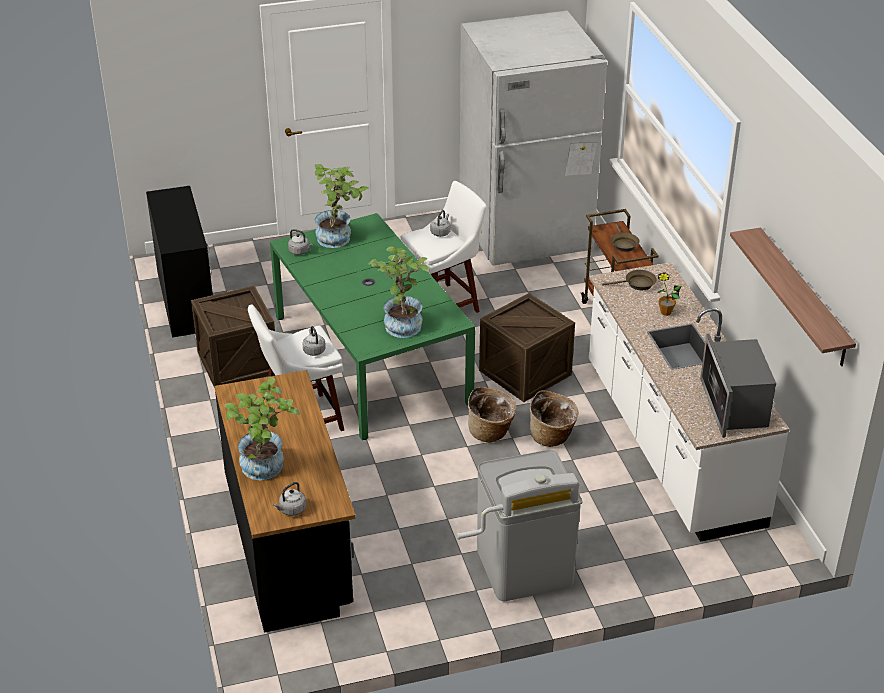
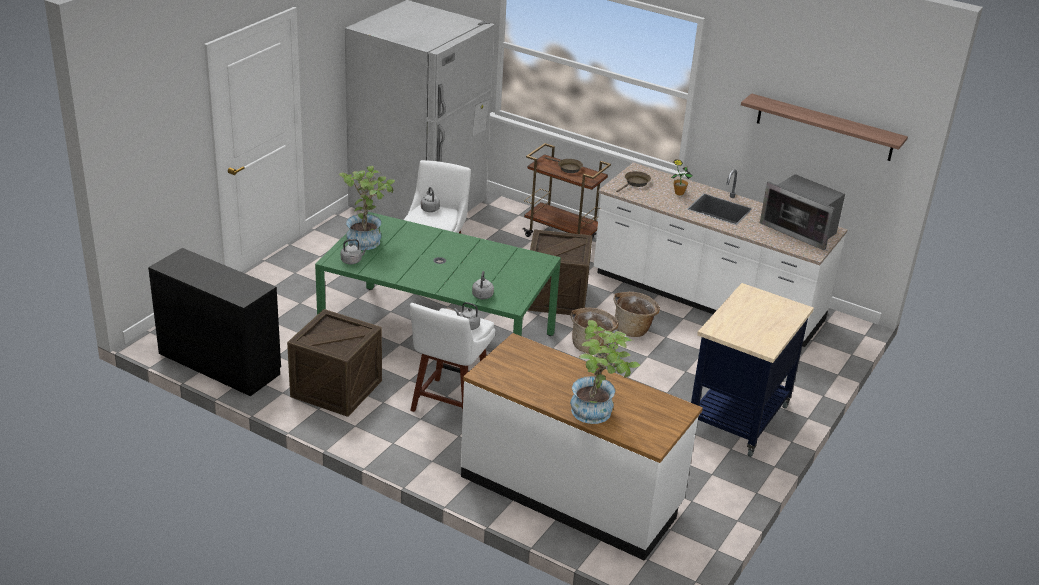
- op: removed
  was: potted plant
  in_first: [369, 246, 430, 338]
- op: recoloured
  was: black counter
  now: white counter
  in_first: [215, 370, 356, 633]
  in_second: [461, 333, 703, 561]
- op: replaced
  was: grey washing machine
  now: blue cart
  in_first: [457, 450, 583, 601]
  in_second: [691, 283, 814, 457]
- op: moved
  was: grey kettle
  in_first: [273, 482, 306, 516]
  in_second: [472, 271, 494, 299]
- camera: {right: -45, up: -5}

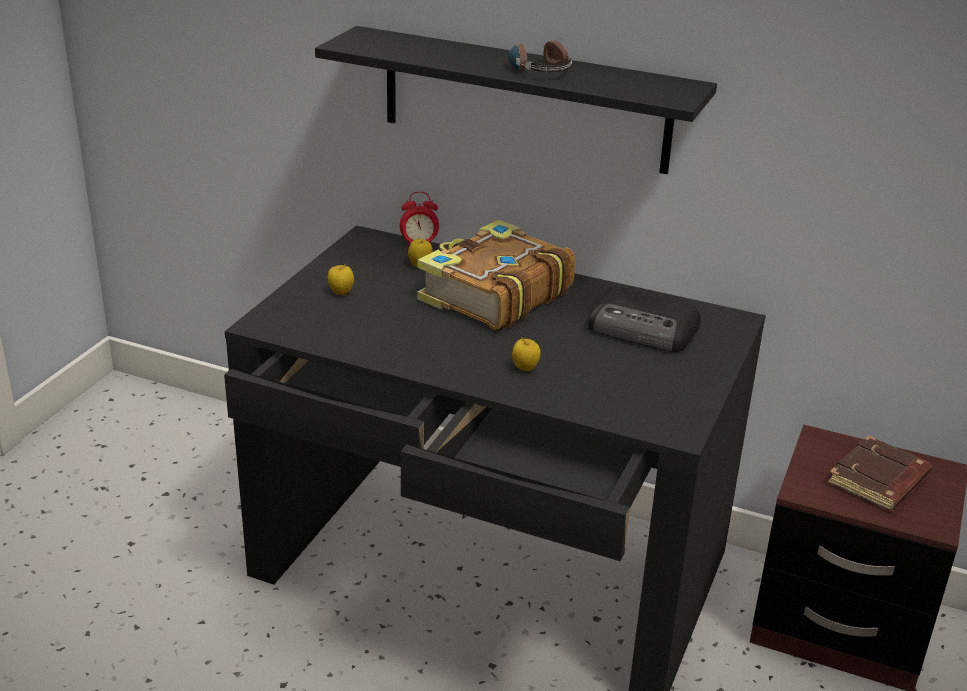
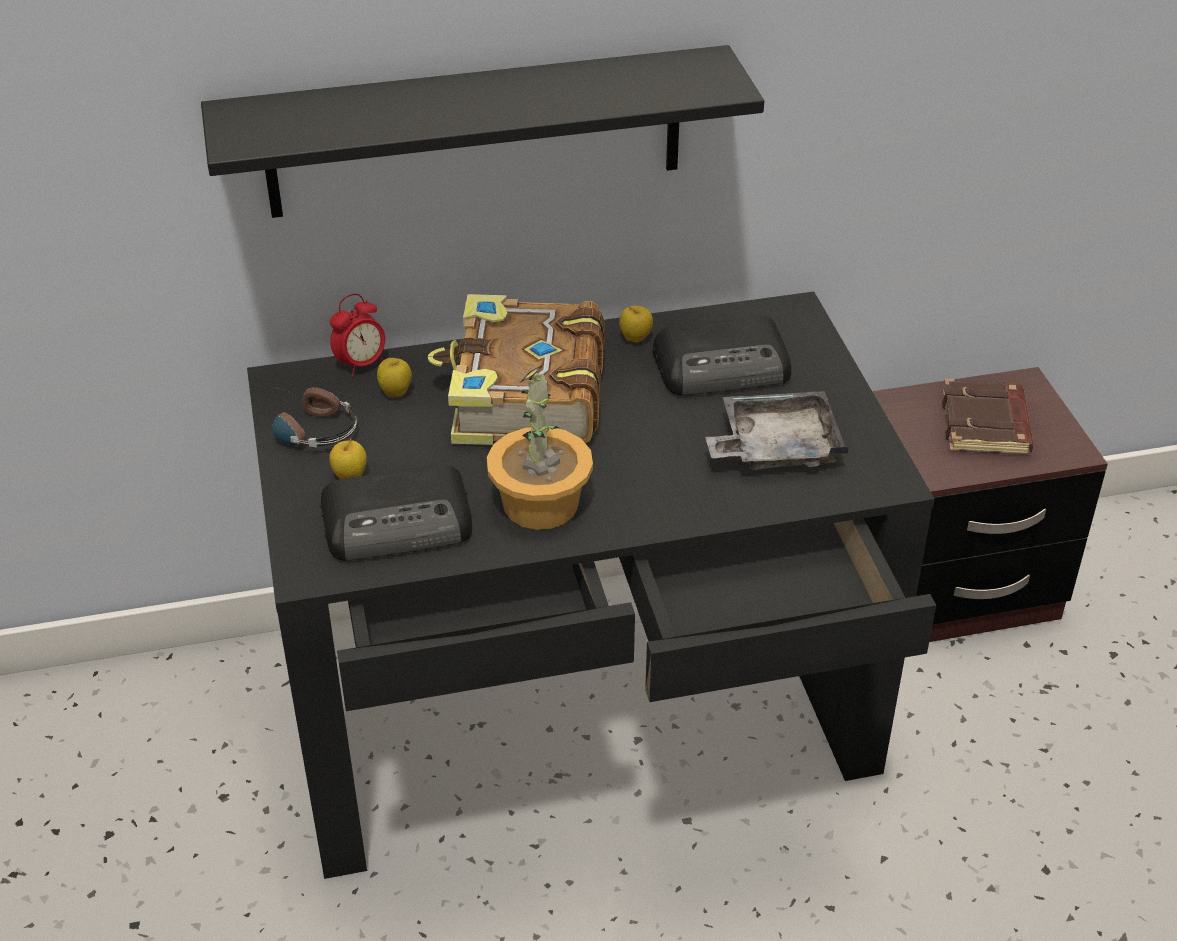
- op: moved
  was: headphones
  in_first: [508, 40, 572, 72]
  in_second: [272, 387, 357, 448]
- op: moved
  was: apple
  in_first: [512, 337, 540, 371]
  in_second: [619, 305, 653, 342]
- op: added
  now: potted plant
  in_second: [487, 364, 593, 530]
- op: added
  now: grey tray
  in_second: [706, 391, 848, 470]
- op: added
  now: radio
  in_second: [320, 465, 472, 561]
- camera: {right: -35, up: 10}

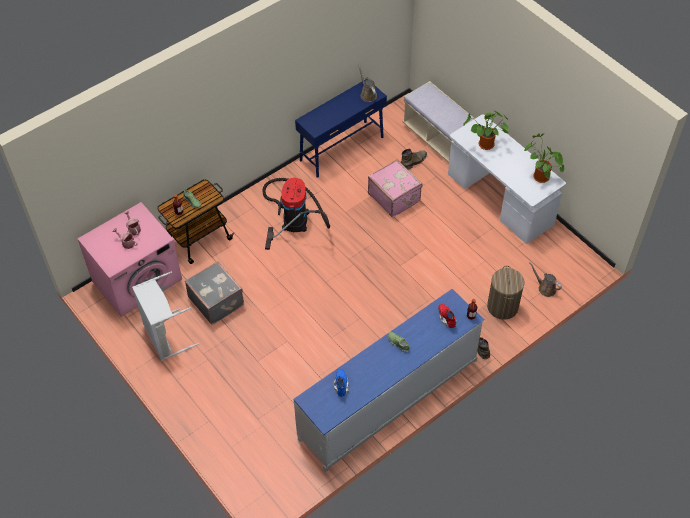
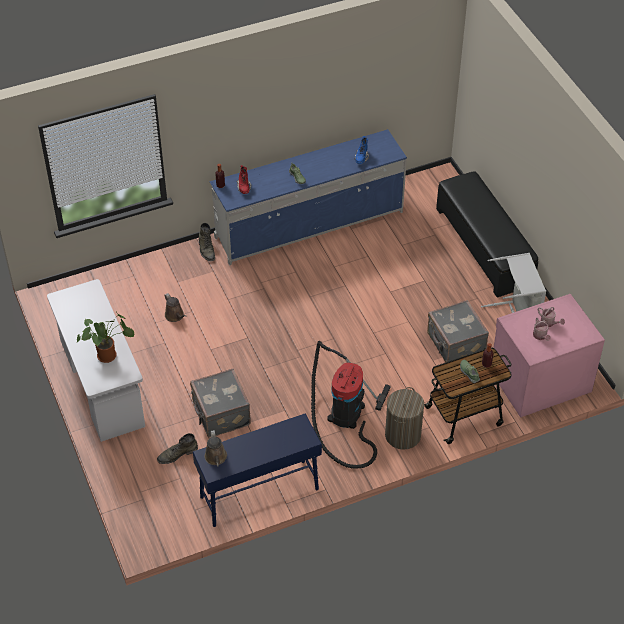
- op: removed
  was: beige bench
  in_first: [403, 81, 475, 163]
- op: removed
  was: potted plant
  in_first: [524, 133, 564, 183]
- op: recoloured
  was: pink suitcase
  now: grey suitcase
  in_first: [368, 159, 423, 217]
  in_second: [190, 369, 251, 437]
- op: moved
  was: brown watering can
  in_first: [530, 263, 562, 297]
  in_second: [164, 293, 187, 322]
- op: moved
  was: laundry basket
  in_first: [487, 266, 525, 320]
  in_second: [385, 387, 424, 450]
- op: added
  now: black bench
  in_second: [436, 172, 538, 297]
- camera: {right: -165, up: -5}

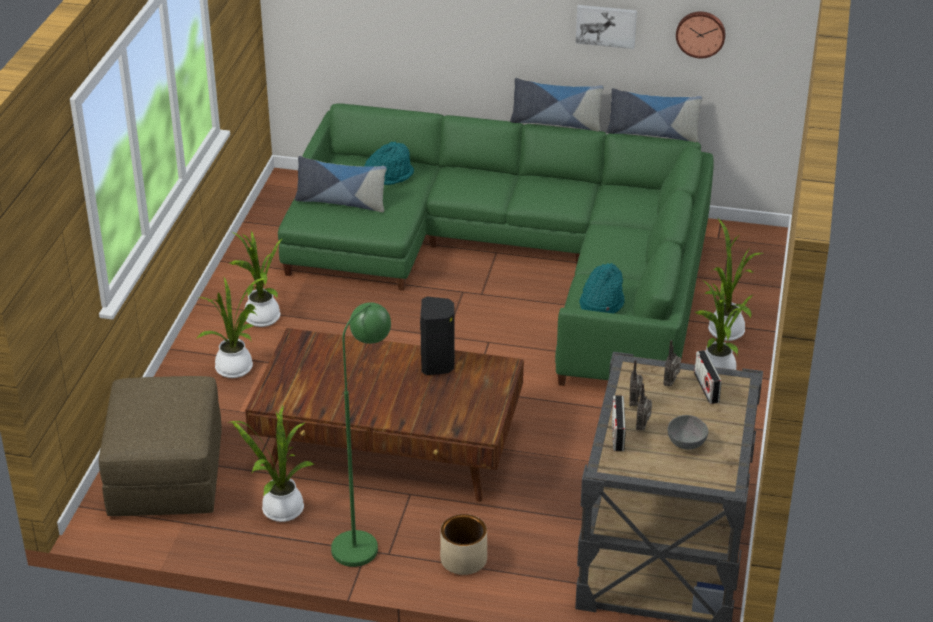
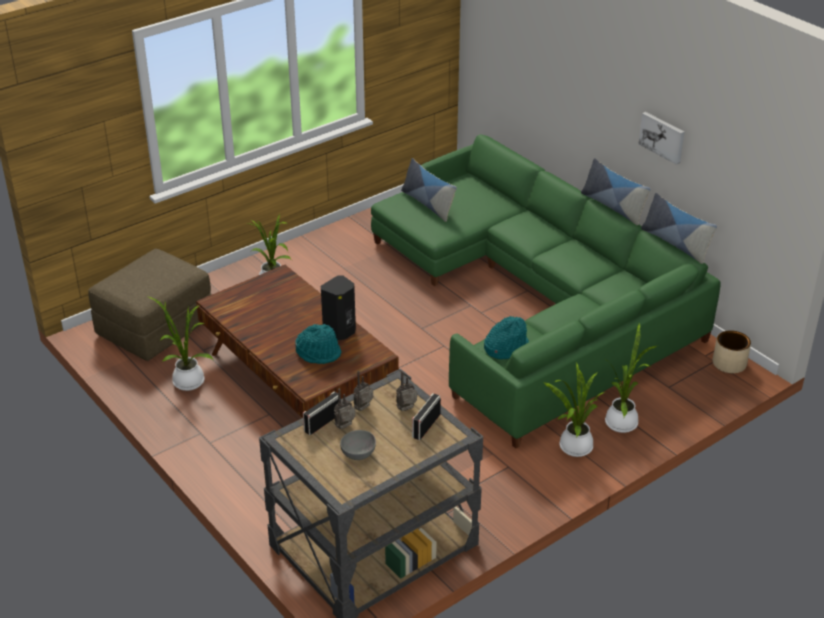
- op: removed
  was: wall clock
  in_first: [676, 12, 725, 58]
- op: moved
  was: turquoise hat
  in_first: [365, 141, 414, 185]
  in_second: [295, 324, 341, 364]
- op: removed
  was: potted plant
  in_first: [229, 231, 283, 327]
- op: removed
  was: green floor lamp
  in_first: [331, 302, 391, 567]
- op: moved
  was: beige planter
  in_first: [440, 514, 487, 575]
  in_second: [712, 330, 751, 373]
- camera: {right: 40, up: 0}

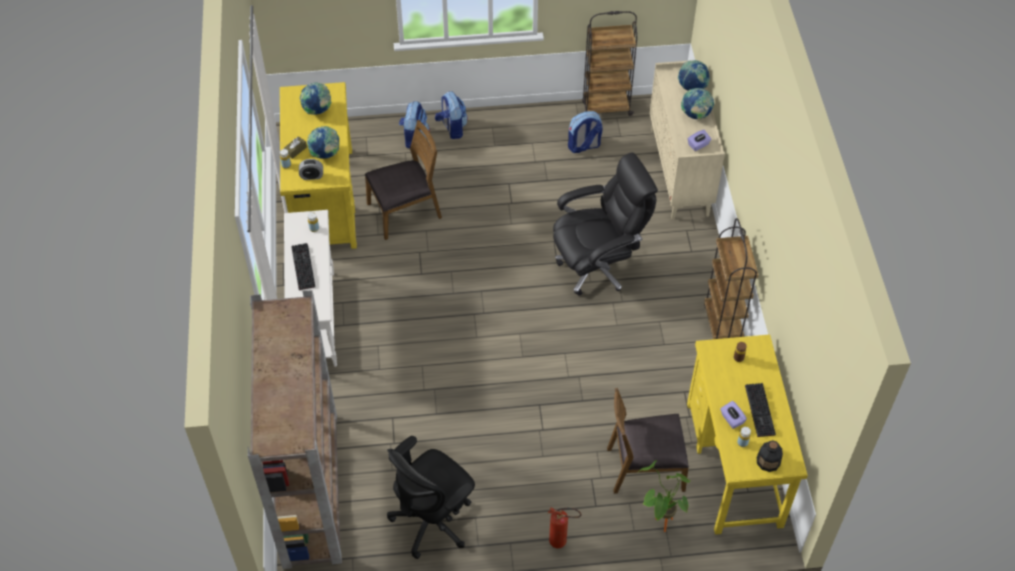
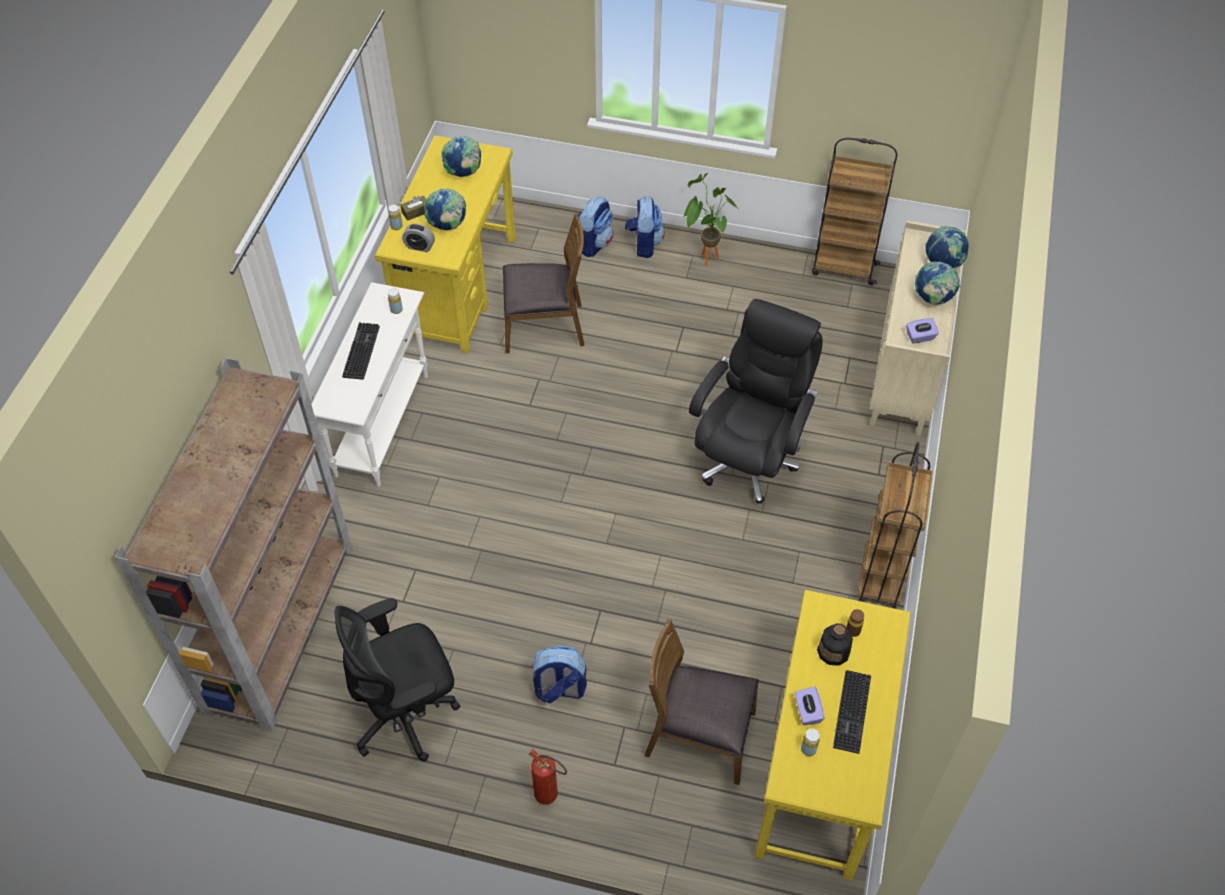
- op: moved
  was: backpack
  in_first: [568, 111, 603, 153]
  in_second: [530, 646, 587, 703]
- op: turned
  was: black office chair
  in_first: [553, 153, 658, 295]
  in_second: [689, 299, 823, 504]
  clockwise: -60
- op: moved
  was: bottle
  in_first: [757, 440, 783, 472]
  in_second: [817, 623, 853, 666]
- op: moved
  was: potted plant
  in_first: [639, 460, 690, 532]
  in_second: [683, 173, 738, 266]
- camera: {right: 20, up: 0}

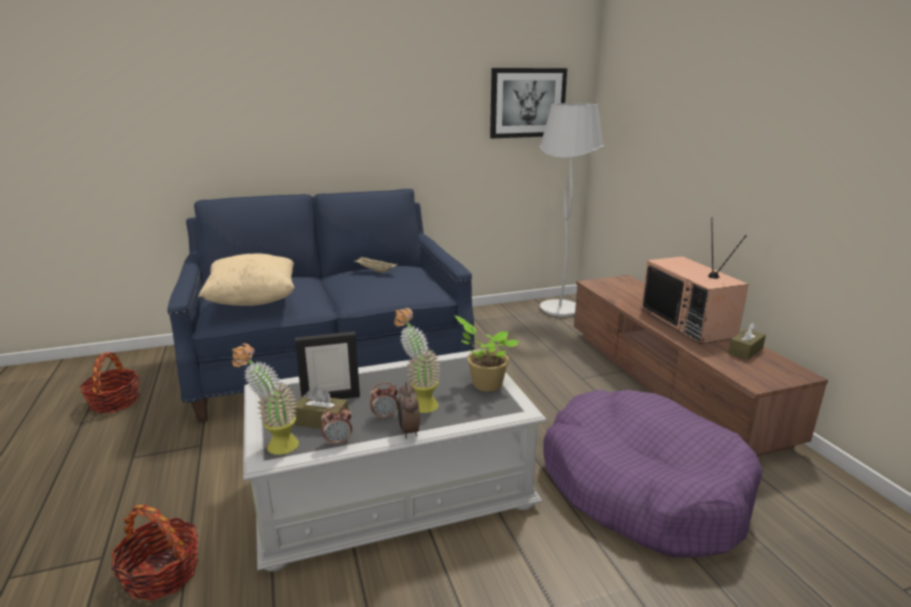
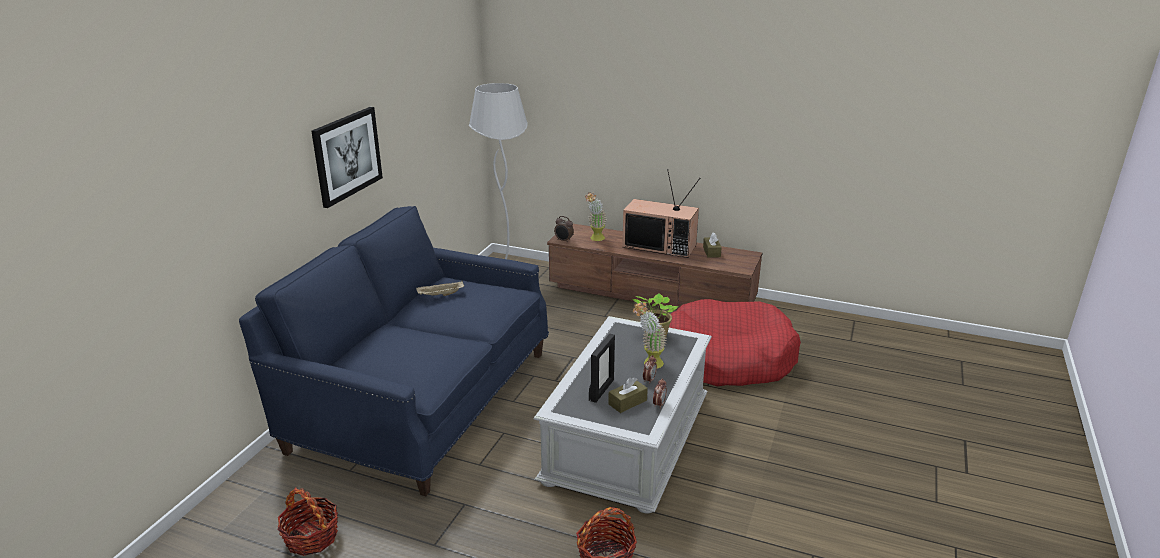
- op: moved
  was: picture
  in_first: [490, 68, 567, 138]
  in_second: [311, 107, 383, 208]
- op: removed
  was: beige pillow
  in_first: [198, 253, 295, 306]
- op: moved
  was: potted plant
  in_first: [232, 344, 299, 455]
  in_second: [585, 192, 606, 241]
- op: moved
  was: alarm clock
  in_first: [398, 382, 420, 439]
  in_second: [554, 216, 574, 243]
- op: recoloured
  was: purple dog bed
  now: red dog bed
  in_first: [543, 389, 763, 557]
  in_second: [669, 299, 801, 386]
- camera: {right: -50, up: 5}

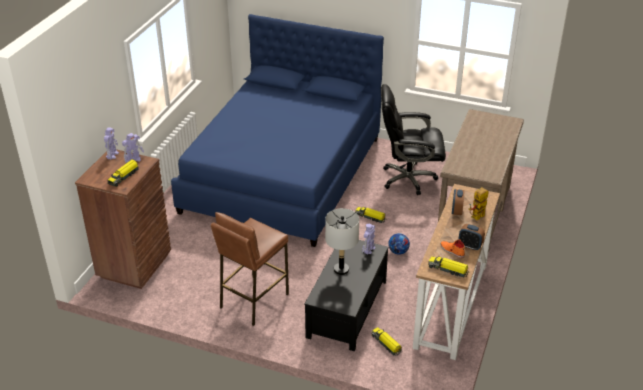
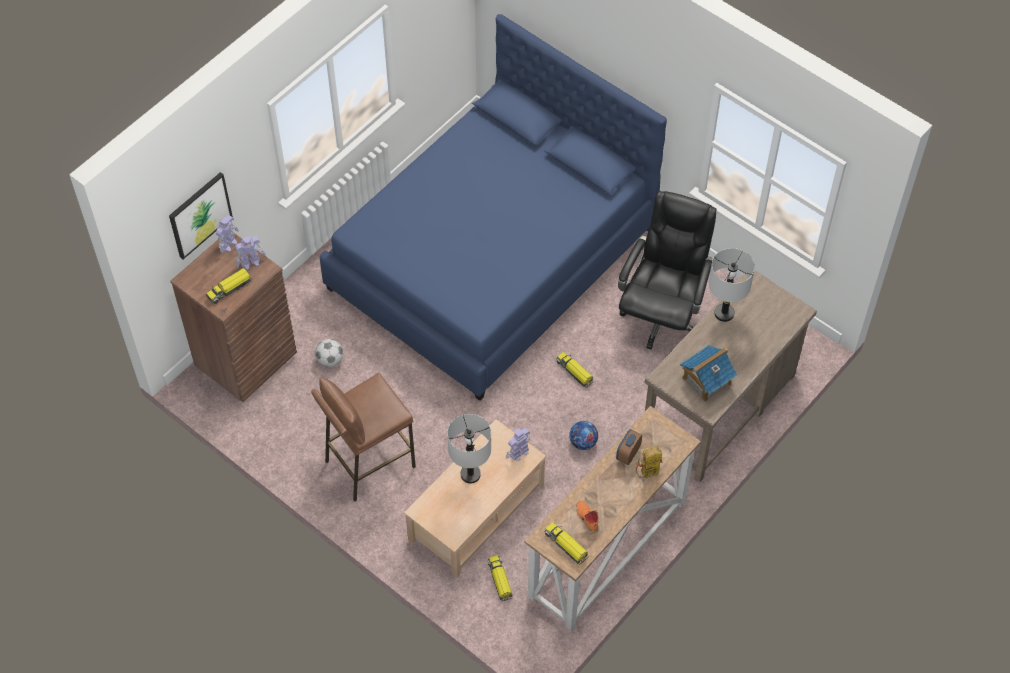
- op: turned
  was: black office chair
  in_first: [381, 84, 446, 195]
  in_second: [618, 191, 717, 350]
  clockwise: 90
- op: removed
  was: alarm clock
  in_first: [458, 224, 485, 251]
- op: recoloured
  was: black coffee table
  now: beige coffee table
  in_first: [304, 240, 388, 351]
  in_second: [404, 419, 546, 578]
- op: added
  now: picture
  in_second: [169, 172, 233, 259]
- op: added
  now: grey table lamp
  in_second: [709, 248, 755, 322]
- op: added
  now: football
  in_second: [315, 339, 343, 367]
- op: added
  now: toy house
  in_second: [680, 345, 737, 402]
- camera: {right: 20, up: 20}

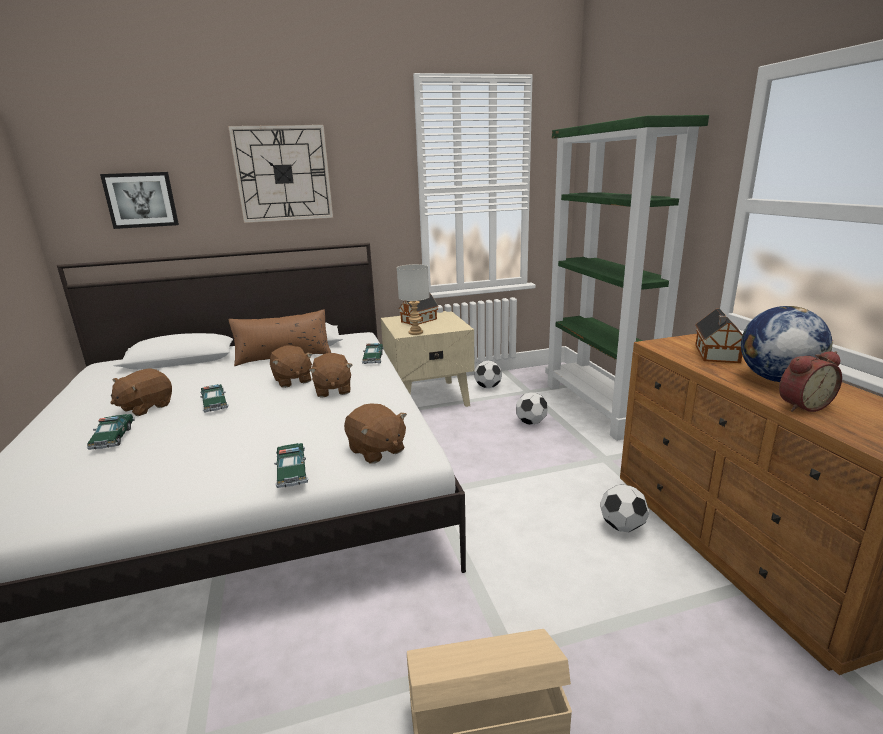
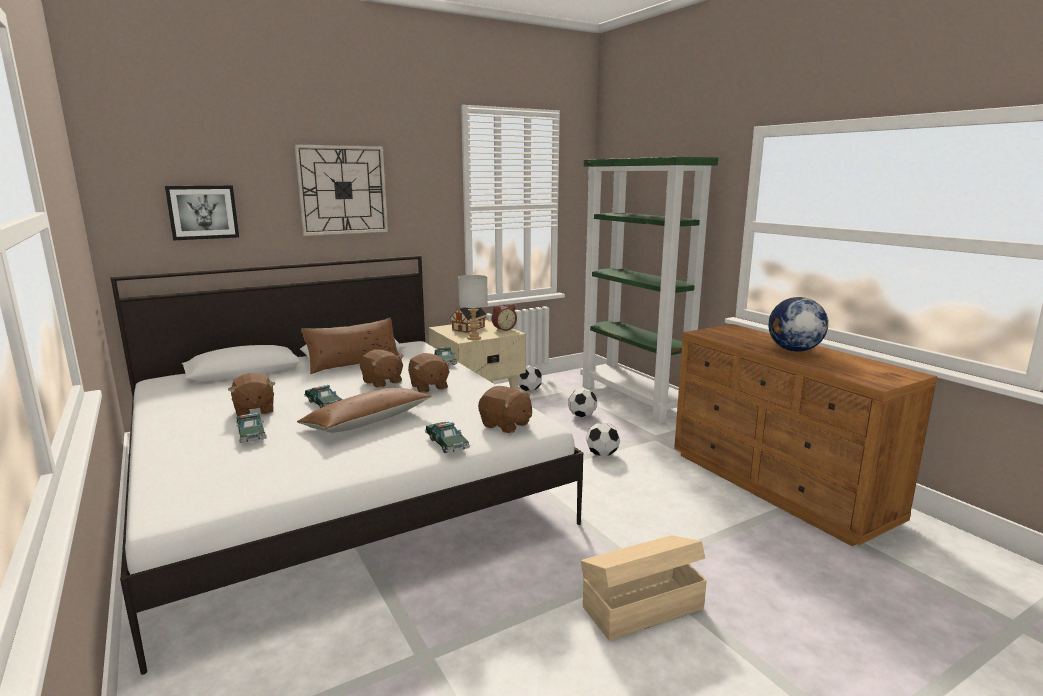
- op: removed
  was: toy house
  in_first: [695, 309, 743, 363]
- op: moved
  was: alarm clock
  in_first: [779, 351, 842, 412]
  in_second: [492, 304, 517, 331]
- op: turned
  was: brown plush toy
  in_first: [111, 369, 172, 416]
  in_second: [228, 373, 275, 416]
  clockwise: -45
- op: moved
  was: football
  in_first: [600, 485, 649, 532]
  in_second: [586, 423, 620, 456]
- op: added
  now: brown pillow
  in_second: [297, 388, 432, 433]
- camera: {right: -15, up: -5}

